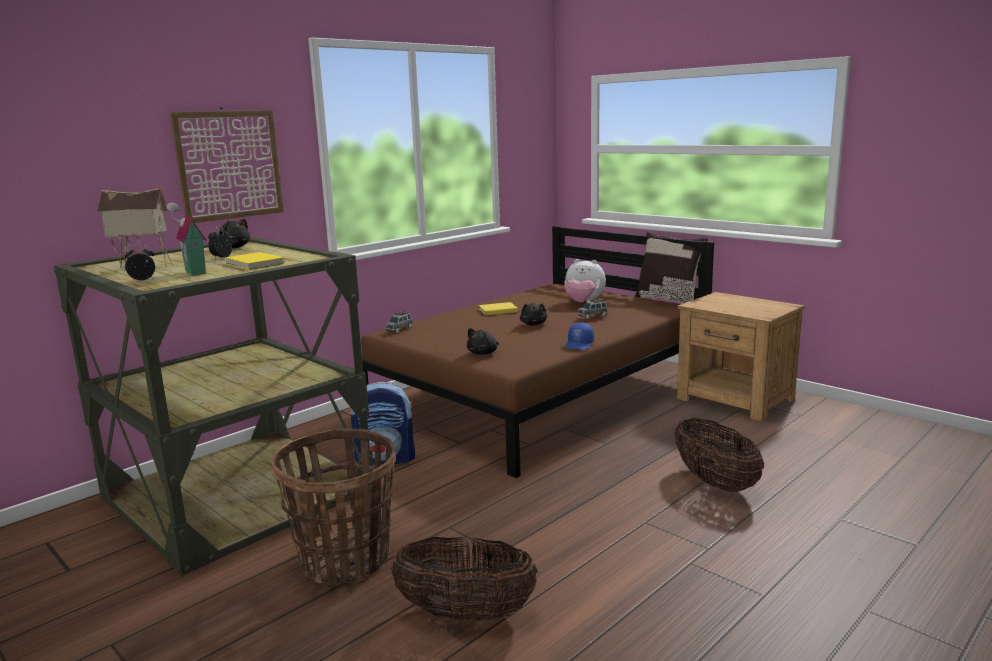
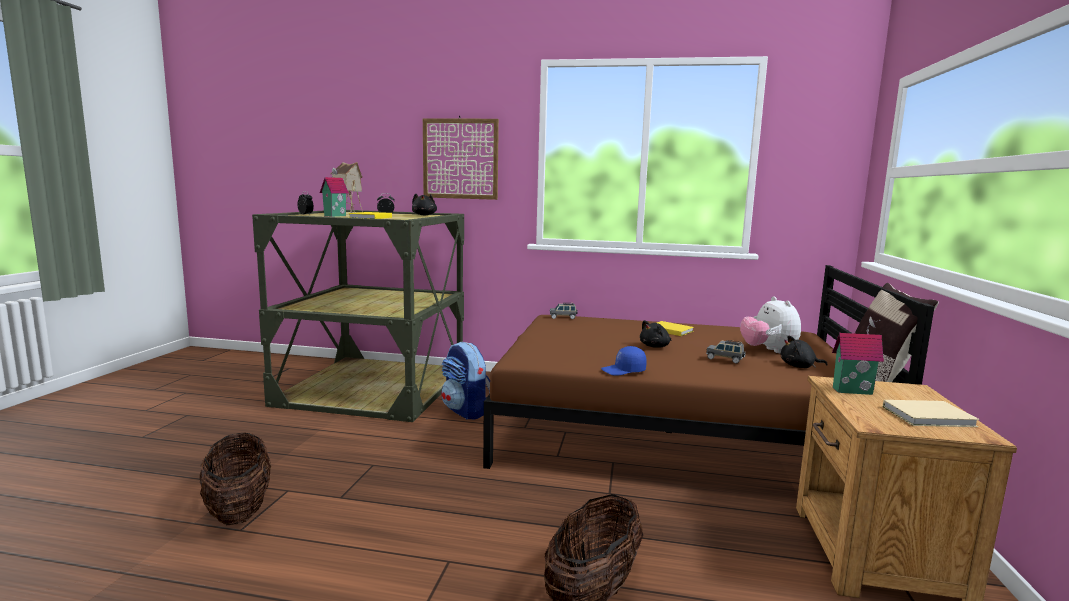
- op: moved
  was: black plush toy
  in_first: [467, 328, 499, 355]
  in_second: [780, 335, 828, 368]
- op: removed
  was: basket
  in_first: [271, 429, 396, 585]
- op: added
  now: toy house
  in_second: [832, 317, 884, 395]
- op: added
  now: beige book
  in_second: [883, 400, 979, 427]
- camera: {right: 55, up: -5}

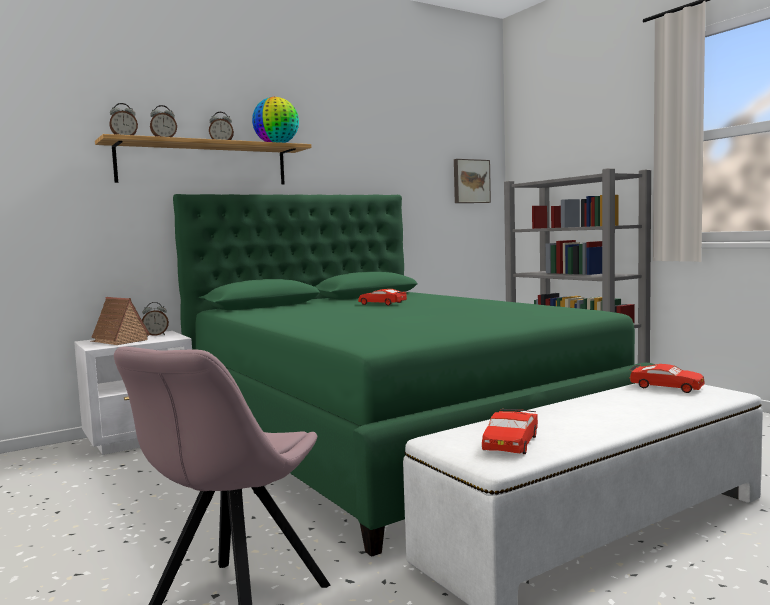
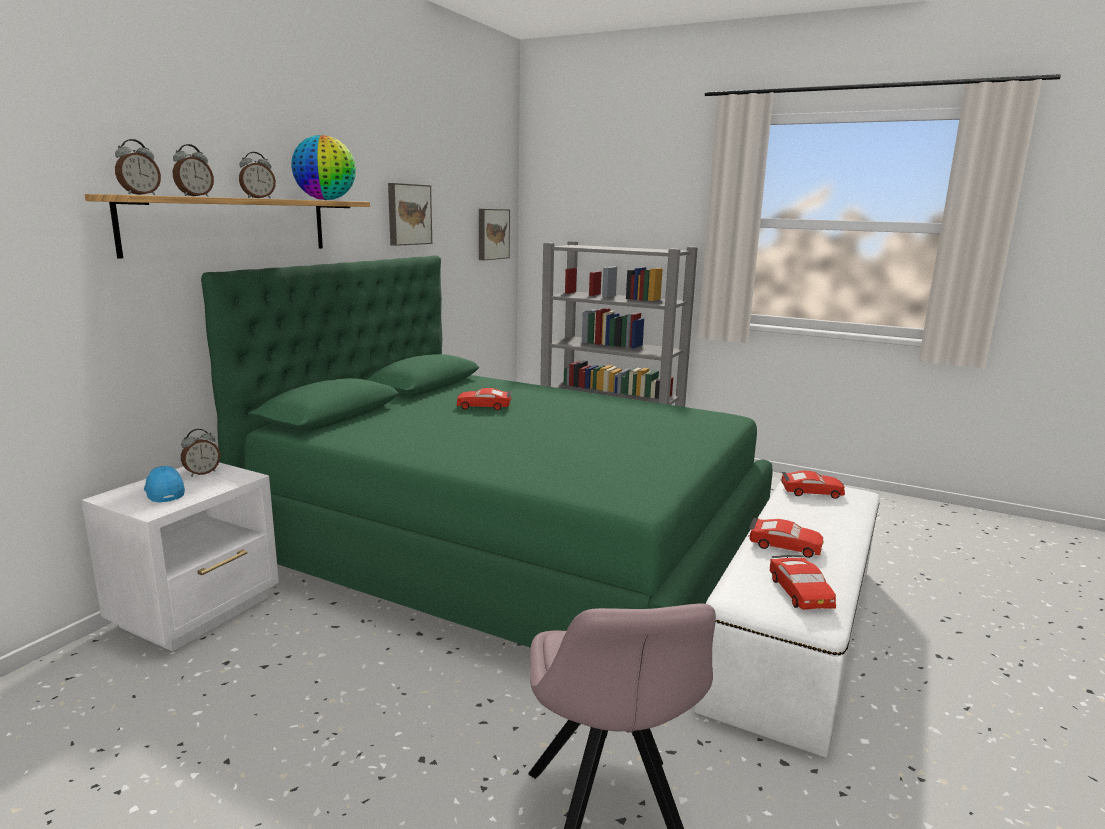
- op: replaced
  was: toy house
  now: blue cap
  in_first: [91, 297, 150, 345]
  in_second: [144, 466, 185, 503]
- op: added
  now: picture
  in_second: [388, 183, 432, 246]
- op: added
  now: red toy car
  in_second: [748, 518, 824, 558]
- camera: {right: -30, up: 10}

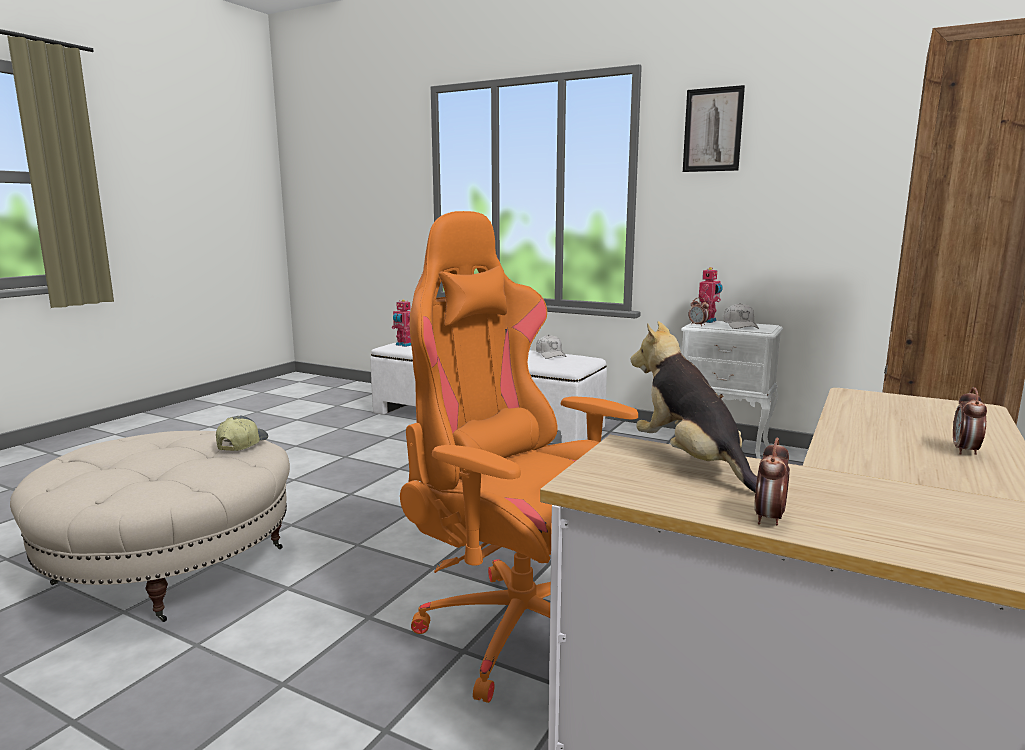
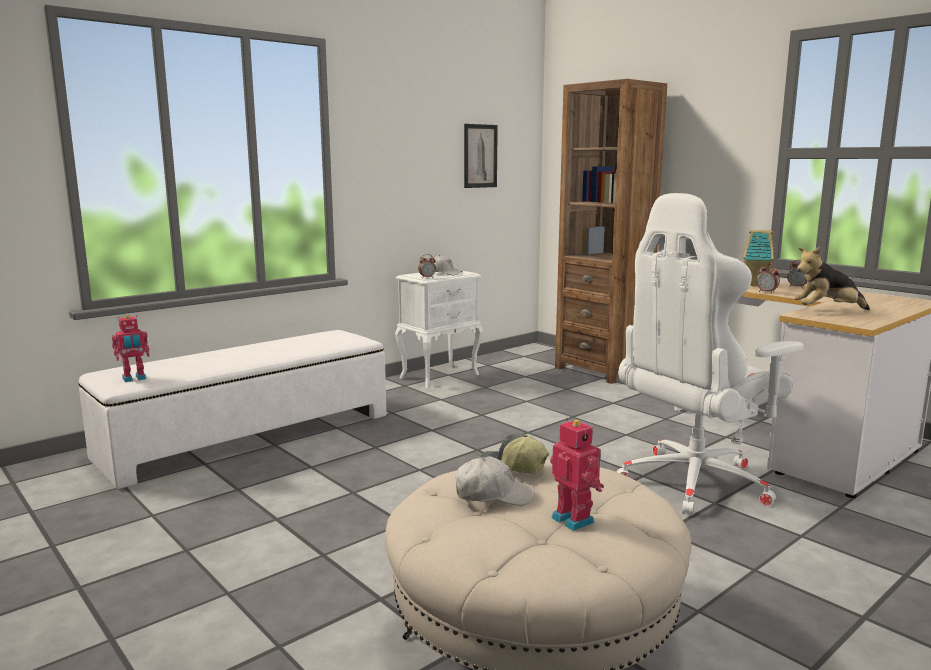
- op: moved
  was: picture
  in_first: [683, 85, 745, 172]
  in_second: [464, 124, 498, 188]
- op: recoloured
  was: orange office chair
  now: white office chair
  in_first: [400, 211, 638, 703]
  in_second: [617, 193, 803, 516]
- op: moved
  was: toy robot
  in_first: [699, 267, 723, 323]
  in_second: [550, 418, 604, 531]
- op: moved
  was: white cap
  in_first: [536, 335, 567, 359]
  in_second: [455, 457, 535, 506]
- op: moved
  was: alarm clock
  in_first: [754, 438, 790, 525]
  in_second: [756, 264, 780, 294]
- op: added
  now: toy house
  in_second: [743, 230, 774, 286]
- camera: {right: -70, up: 0}

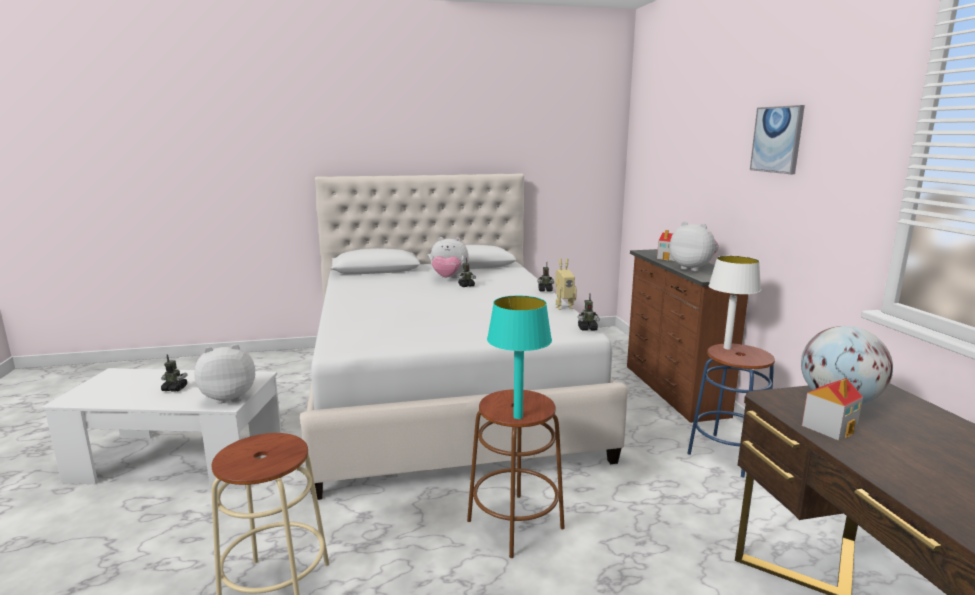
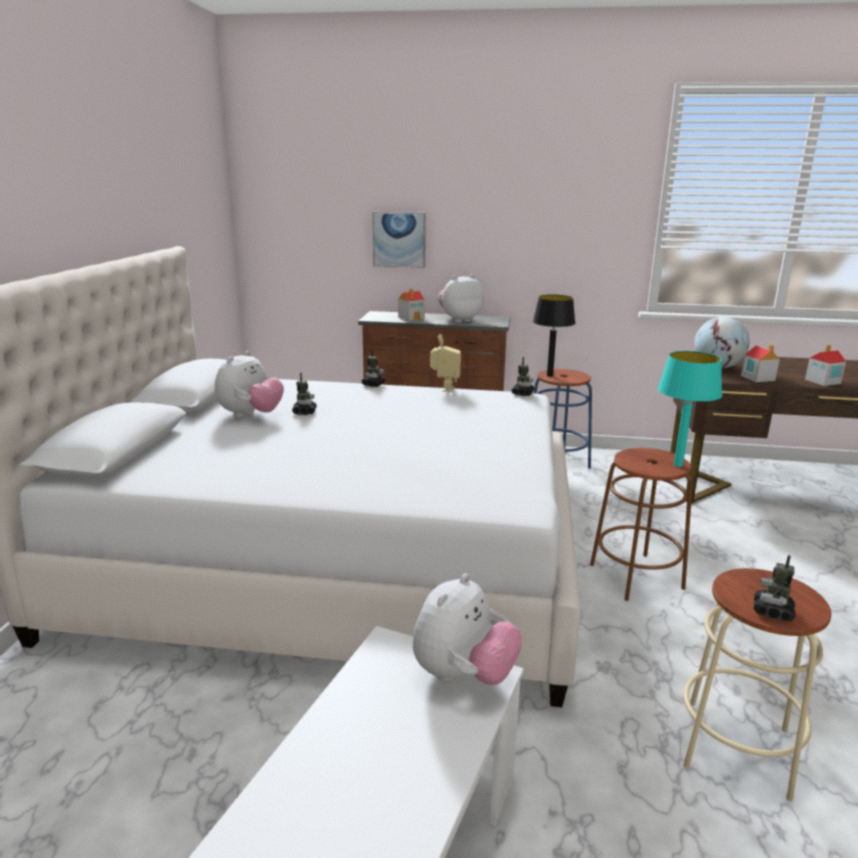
- op: moved
  was: picture
  in_first: [750, 105, 805, 174]
  in_second: [372, 212, 426, 268]
- op: recoloured
  was: white table lamp
  now: black table lamp
  in_first: [708, 256, 761, 350]
  in_second: [533, 295, 575, 377]
- op: turned
  was: plush toy
  in_first: [194, 344, 255, 404]
  in_second: [413, 573, 522, 685]
  clockwise: -150
- op: moved
  was: toy robot
  in_first: [161, 354, 187, 392]
  in_second: [754, 555, 795, 621]
- op: added
  now: toy house
  in_second: [805, 345, 846, 386]
- camera: {right: -70, up: 5}

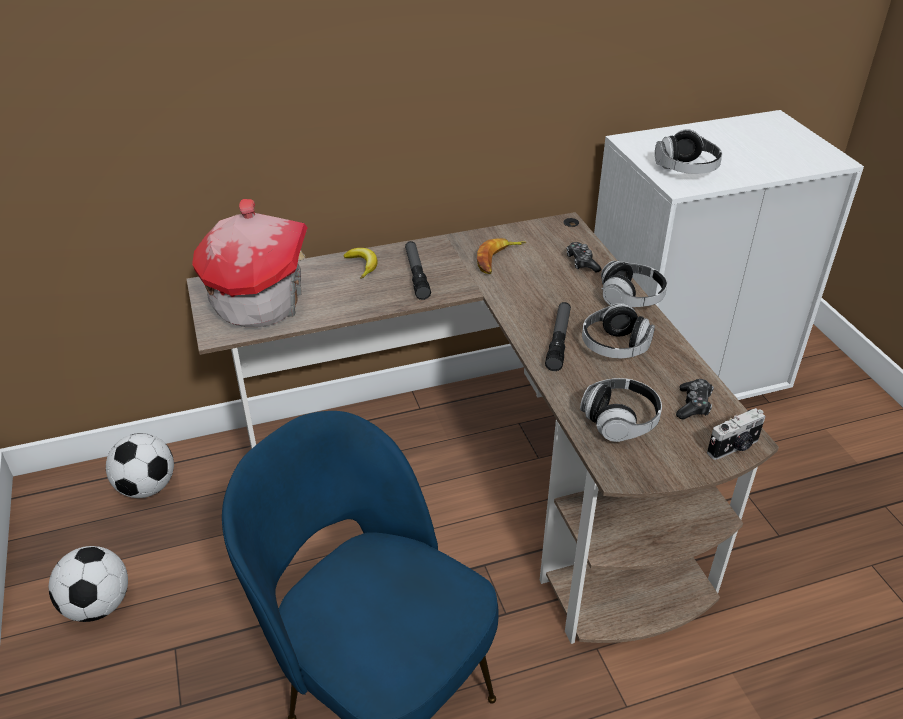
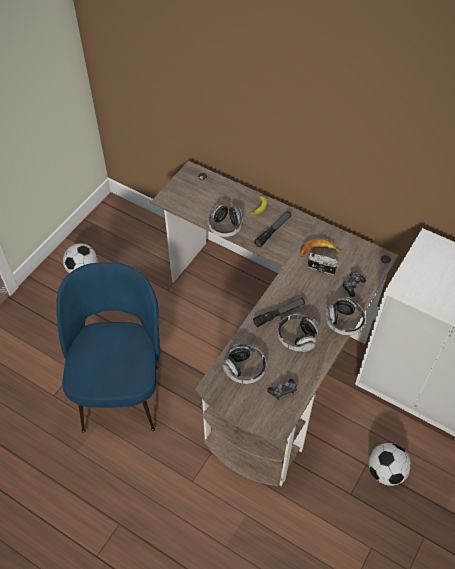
- op: moved
  was: headphones
  in_first: [655, 129, 722, 174]
  in_second: [208, 205, 243, 237]
- op: removed
  was: toy house
  in_first: [192, 199, 308, 327]
- op: moved
  was: photo camera
  in_first: [707, 408, 765, 460]
  in_second: [308, 253, 338, 275]
- op: moved
  was: football
  in_first: [106, 433, 174, 498]
  in_second: [368, 443, 411, 486]
- camera: {right: 50, up: 15}

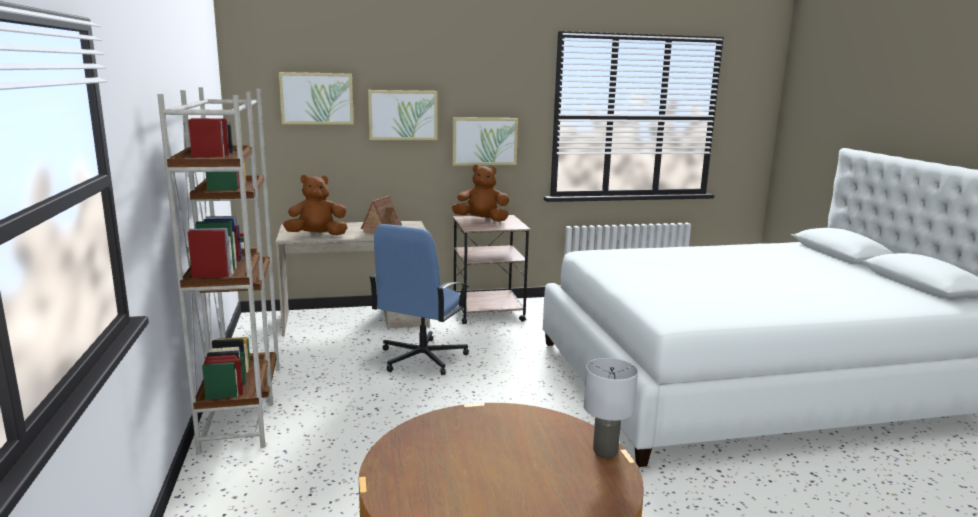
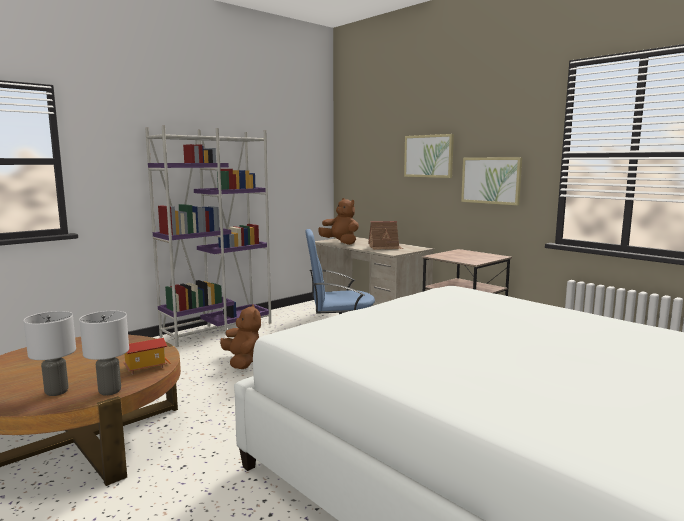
- op: removed
  was: picture
  in_first: [279, 72, 354, 125]
- op: recoloured
  was: brown bookcase
  now: purple bookcase
  in_first: [157, 87, 280, 454]
  in_second: [145, 125, 271, 347]
- op: moved
  was: brown plush toy
  in_first: [452, 165, 509, 222]
  in_second: [220, 304, 261, 369]
- op: added
  now: white table lamp
  in_second: [23, 311, 76, 396]
- op: added
  now: toy house
  in_second: [123, 338, 170, 374]
- camera: {right: 60, up: -5}

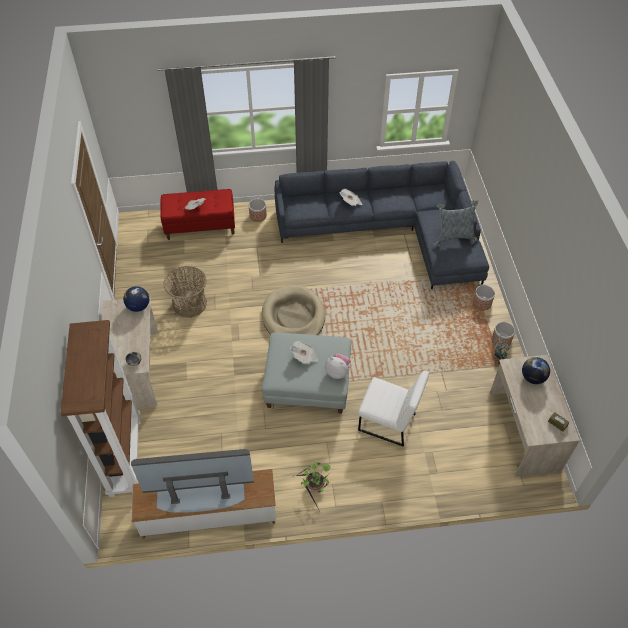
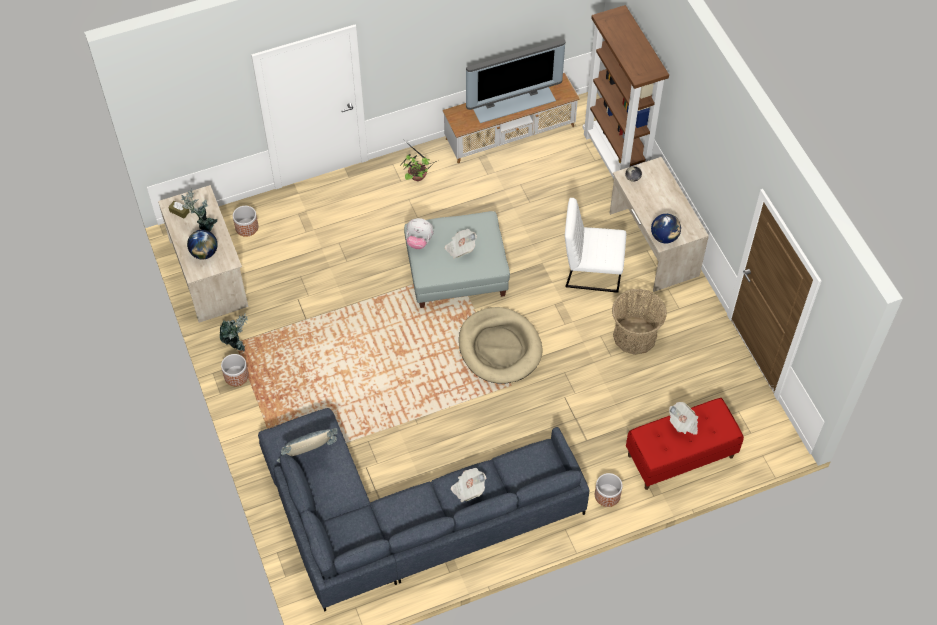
- op: moved
  was: planter
  in_first: [473, 285, 495, 310]
  in_second: [233, 206, 259, 237]
- op: moved
  was: white chair
  in_first: [358, 371, 429, 446]
  in_second: [565, 198, 626, 293]
- op: added
  now: potted plant
  in_second: [181, 189, 217, 232]
- camera: {right: 165, up: 5}

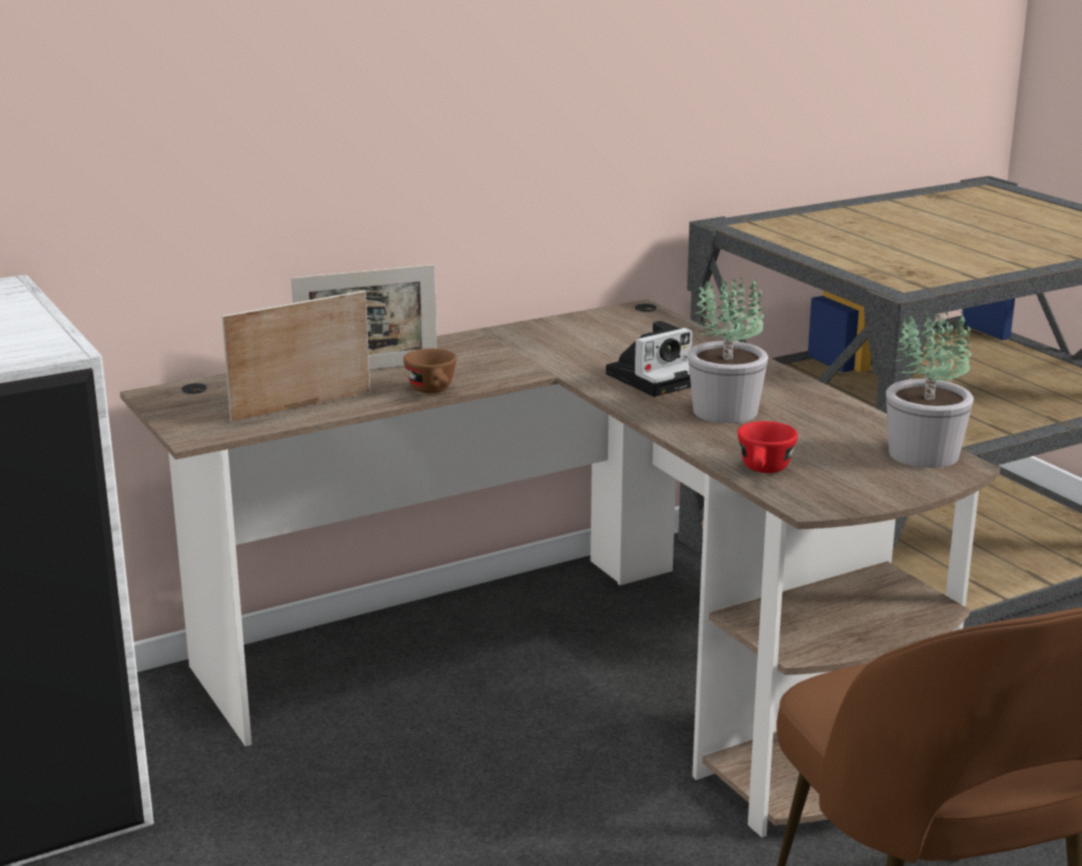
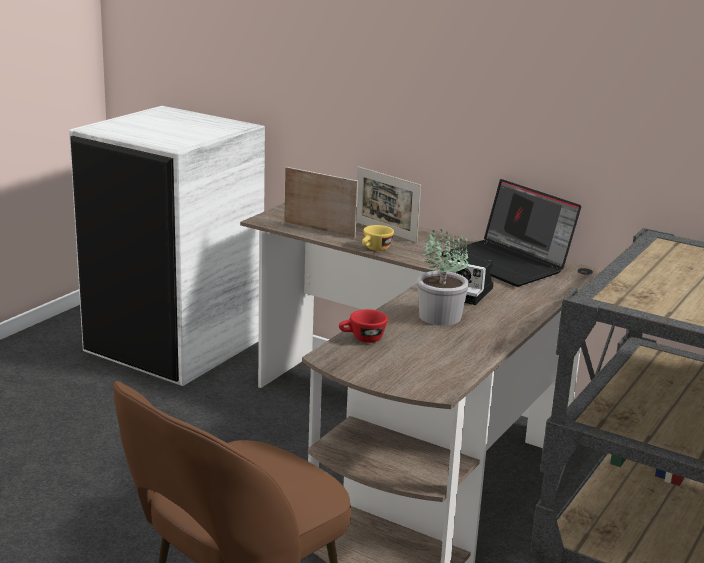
- op: removed
  was: potted plant
  in_first: [886, 311, 974, 468]
- op: recoloured
  was: brown cup
  now: yellow cup
  in_first: [403, 348, 457, 393]
  in_second: [362, 225, 394, 251]
- op: added
  now: laptop
  in_second: [441, 179, 581, 287]
- camera: {right: 60, up: 0}

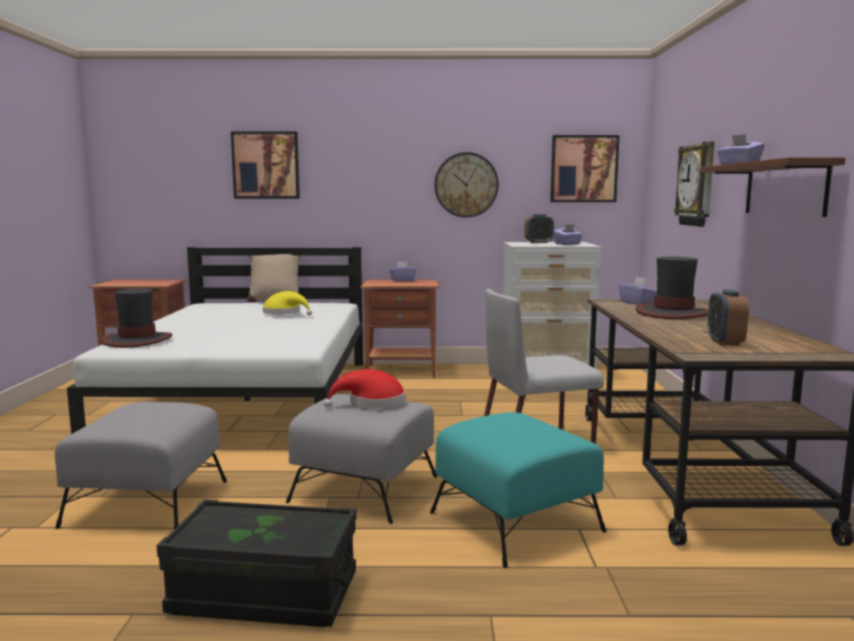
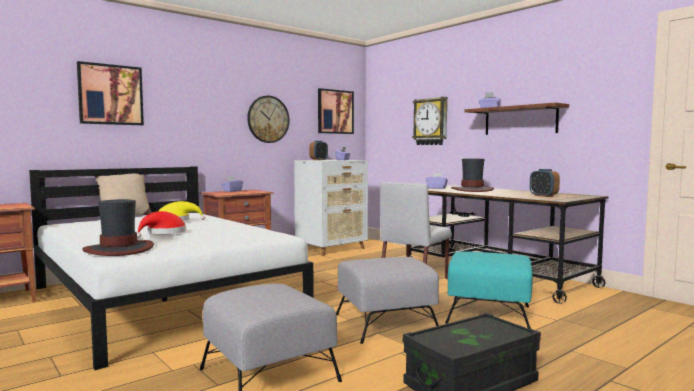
- op: moved
  was: red hat
  in_first: [324, 369, 405, 408]
  in_second: [137, 211, 186, 238]
- camera: {right: -40, up: -5}

